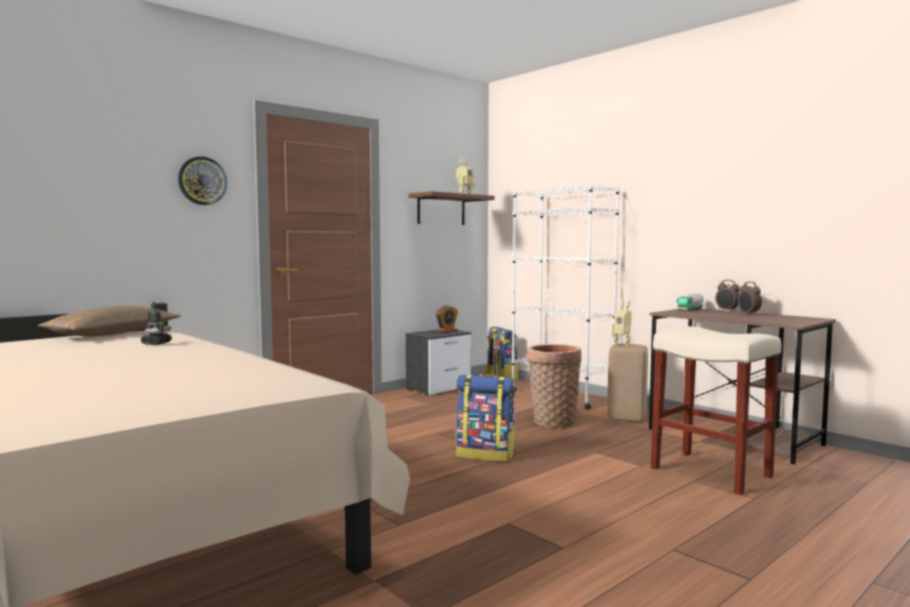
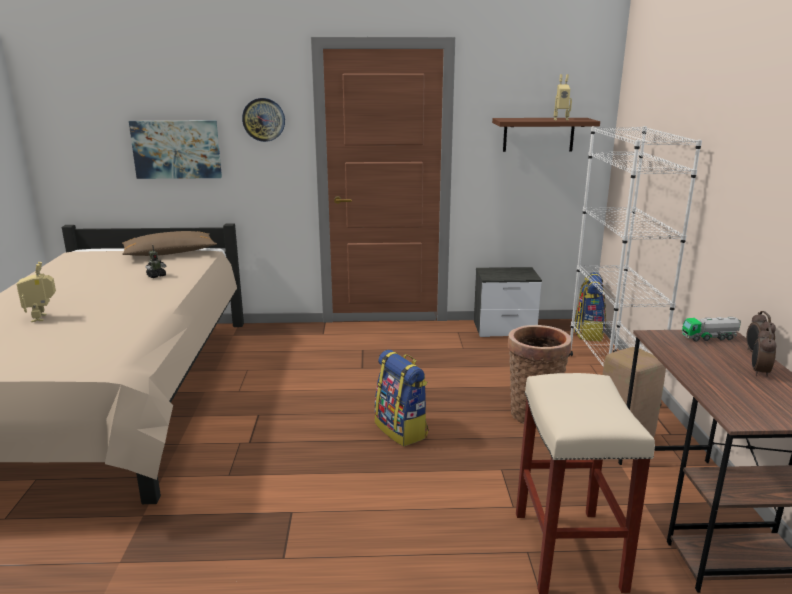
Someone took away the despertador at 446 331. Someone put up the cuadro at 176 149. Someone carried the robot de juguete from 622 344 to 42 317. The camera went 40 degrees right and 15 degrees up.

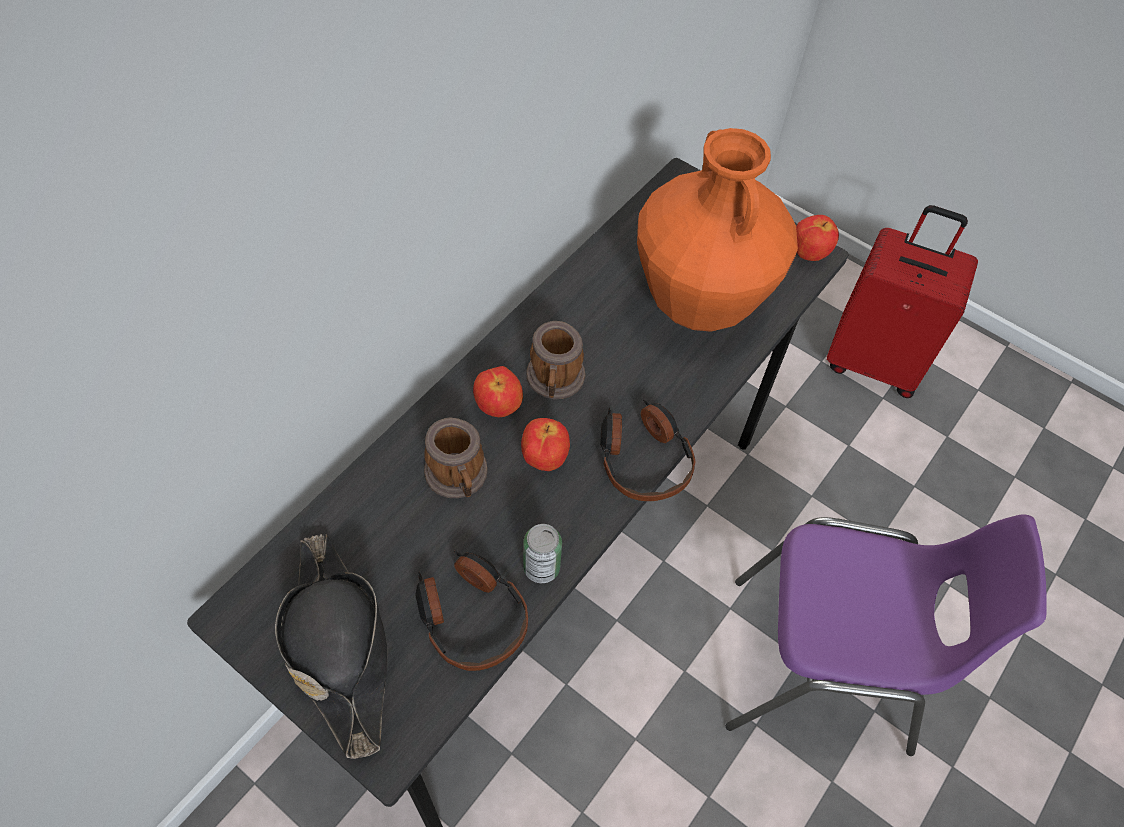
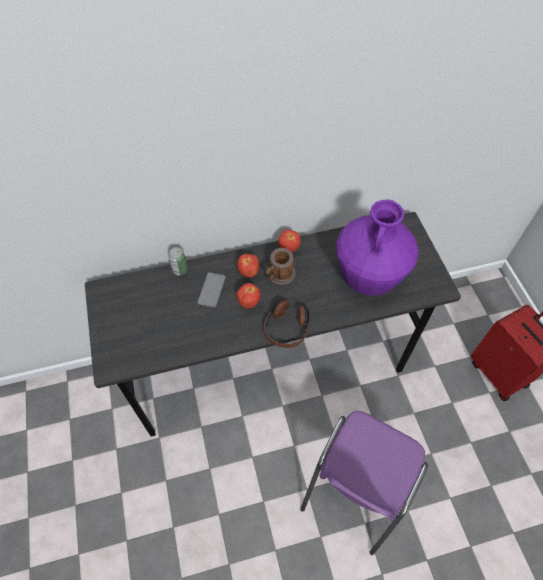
Someone took away the sombrero/negro at 339 644. Someone took away the auriculares at 470 615. Someone carried the lata from 541 567 to 180 270. Someone carried the manzana from 809 254 to 289 248. Someone swapped the taza grande at 459 478 for the móvil at 211 290. Someone repainted the florero/naranja at 700 304, which became the florero/morado at 368 279. Someone rotated the silla/morado at 822 668 by 75 degrees clockwise. The camera went 40 degrees right and 0 degrees up.

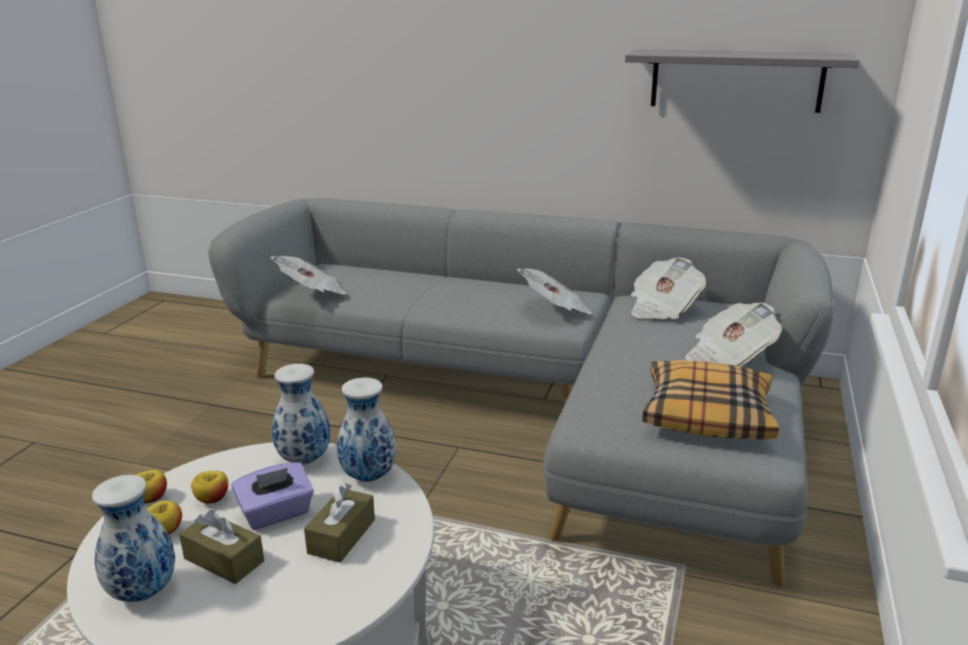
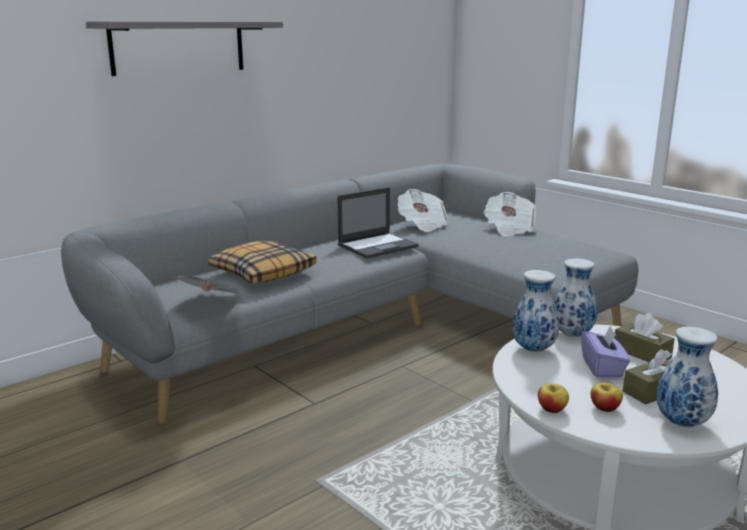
Someone took away the manzana at 212 499. Someone carried the estante/gris from 736 80 to 179 47. Someone carried the cojín from 707 414 to 262 273. Someone swapped the periódico at 554 309 for the portátil at 378 246. The camera went 60 degrees left and 5 degrees down.

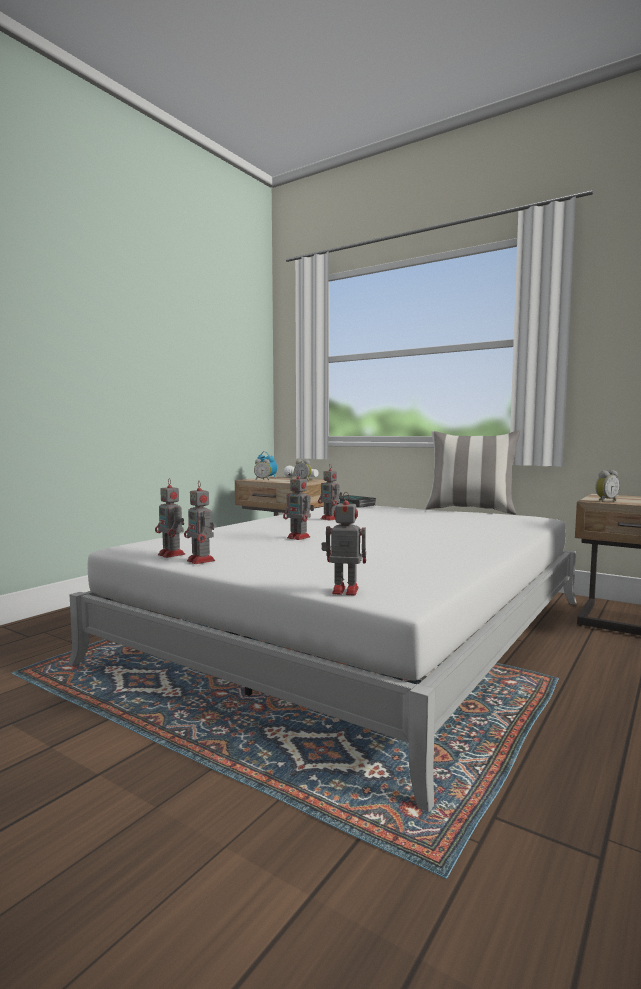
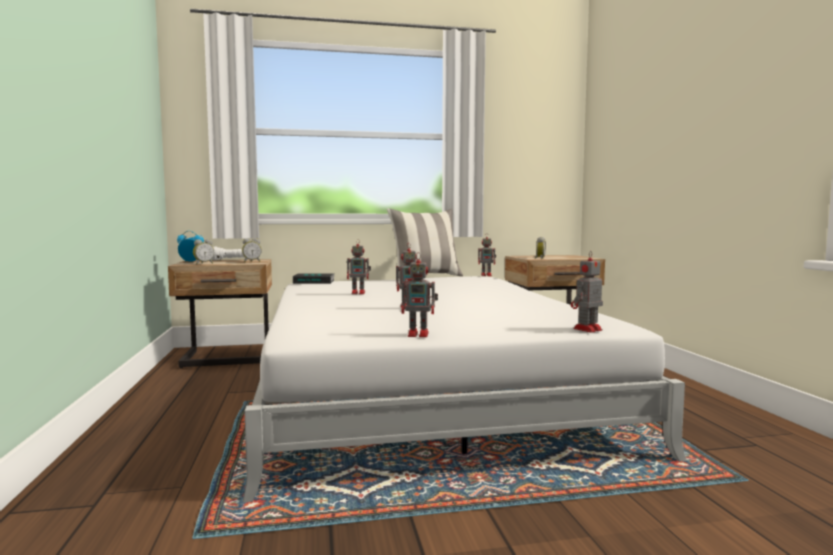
Someone carried the robot de juguete from 172 555 to 487 275. The camera went 45 degrees left and 0 degrees up.

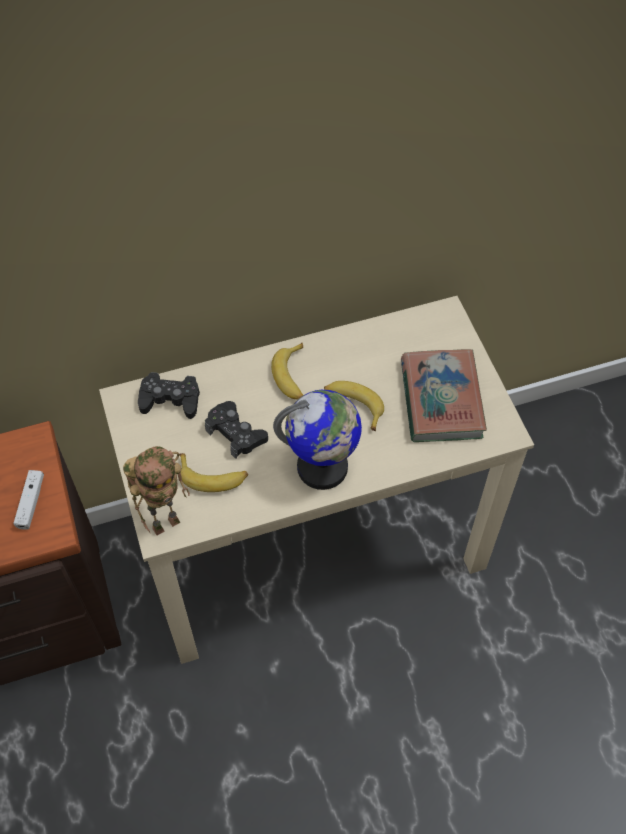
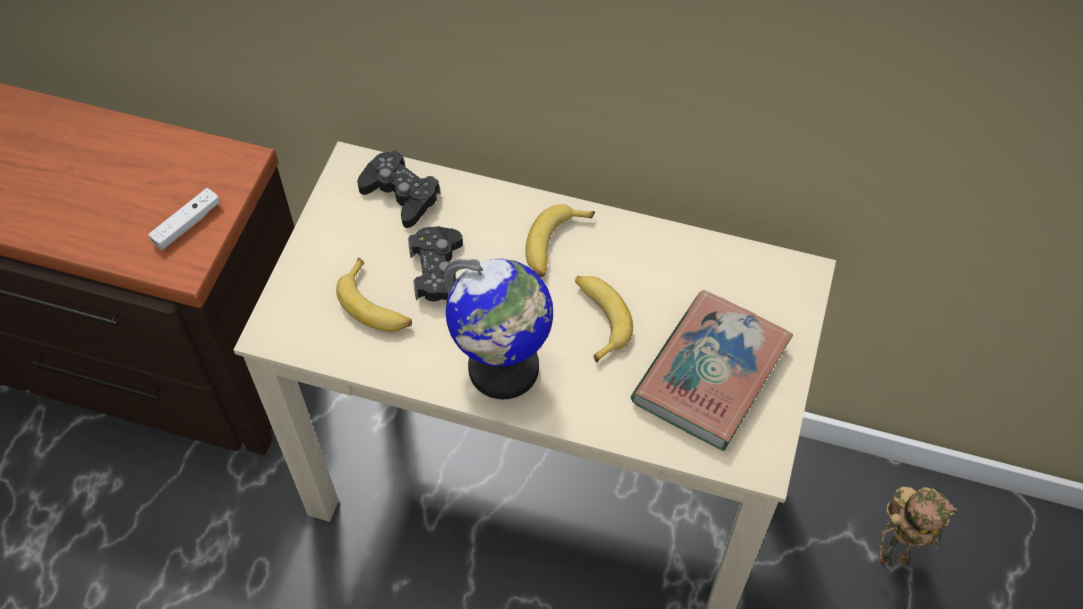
Someone carried the robot de juguete from 166 521 to 894 555. The camera went 35 degrees right and 0 degrees up.

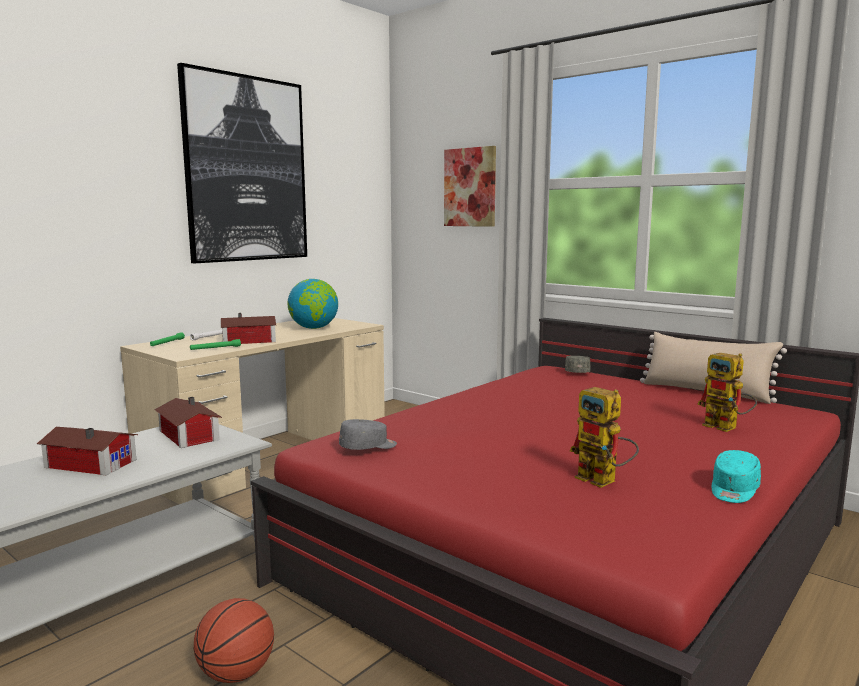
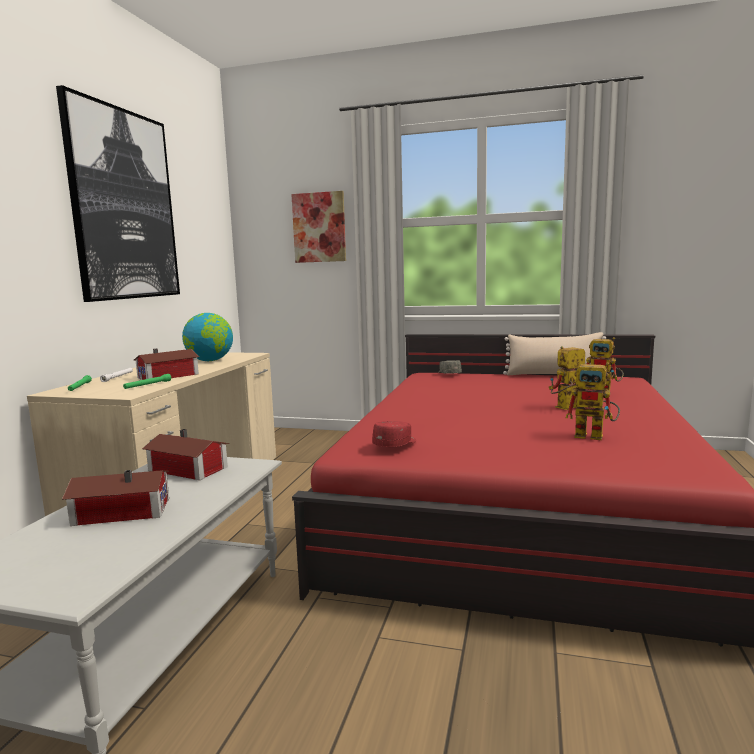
Someone took away the balón de baloncesto at 236 673. Someone took away the gorra/turquesa at 733 490. Someone put down the robot de juguete at 566 408. Someone repainted the gorra/gris at 368 447, which became the gorra/rojo at 395 444. The camera went 25 degrees left and 0 degrees up.

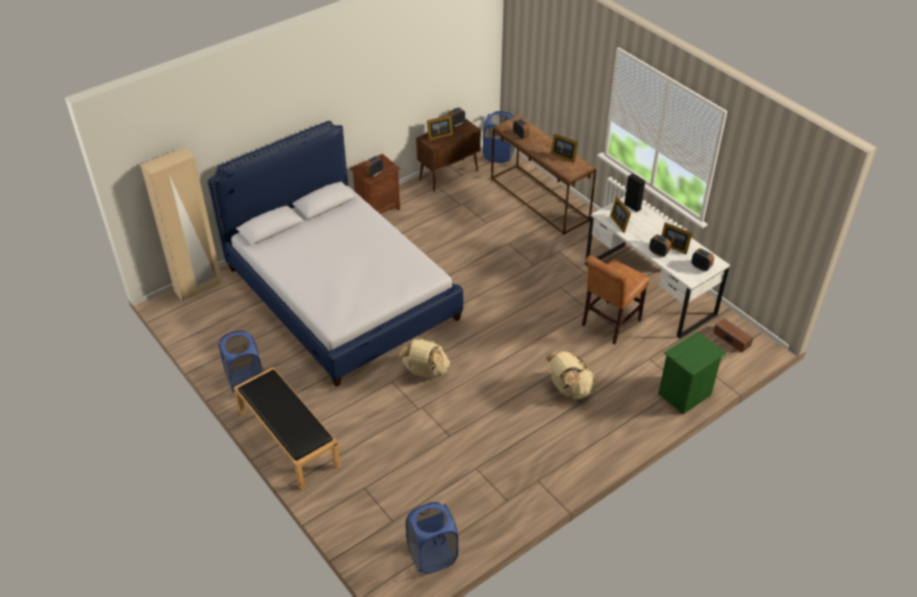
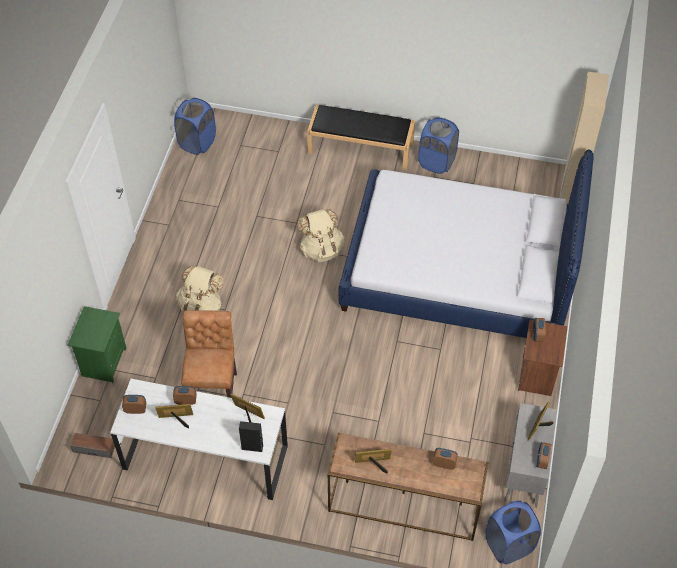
Someone repainted the armario/marrón at 449 175, which became the armario/gris at 524 472. The camera went 140 degrees right and 10 degrees up.

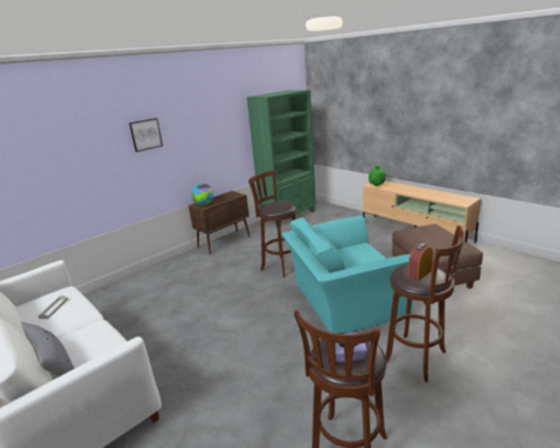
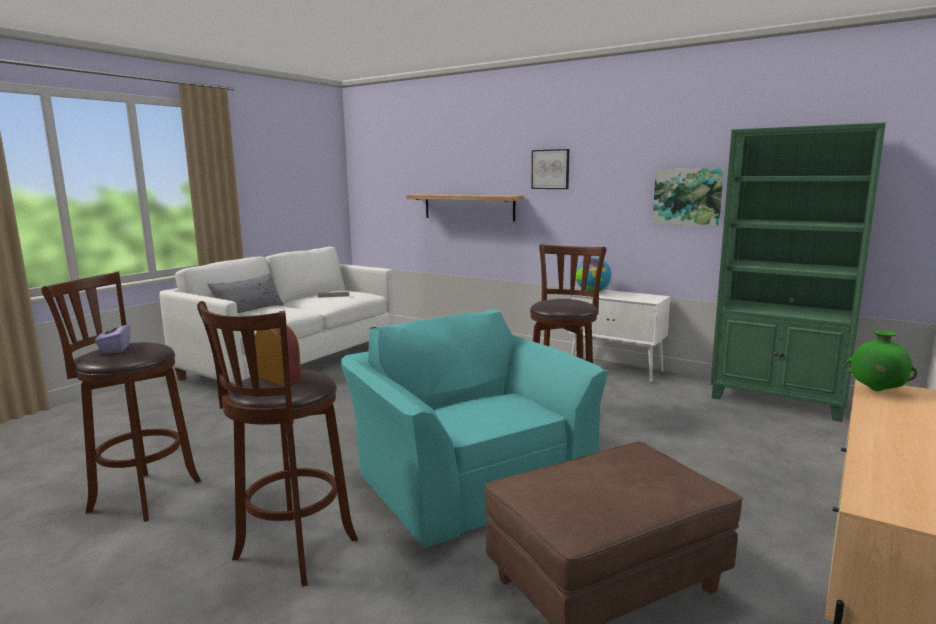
Someone put up the estante at 468 207. Someone put up the cuadro at 687 196. Someone repainted the armario/marrón at 224 242, which became the armario/blanco at 616 370. The camera went 75 degrees right and 10 degrees down.

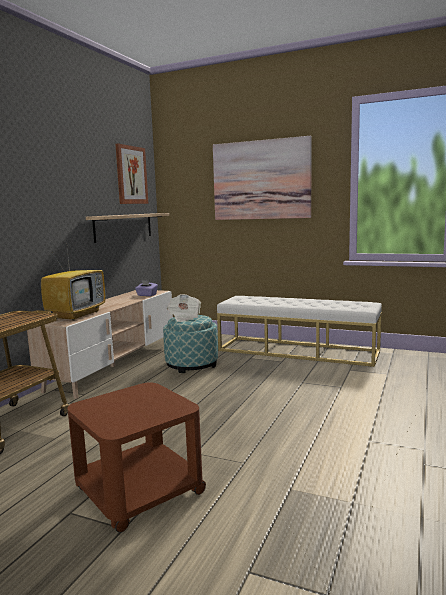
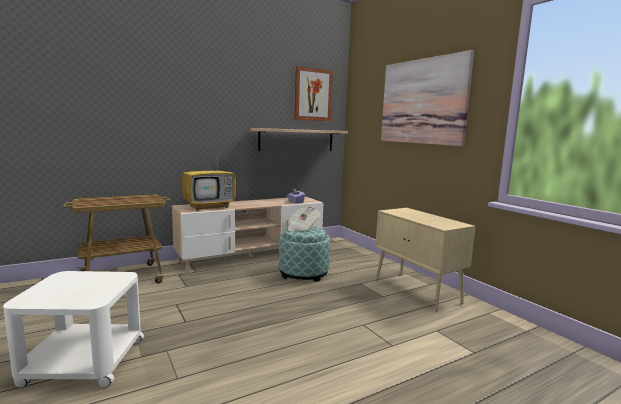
Someone swapped the banco/blanco at 298 351 for the armario/beis at 417 291. Someone repainted the mesa auxiliar/marrón at 138 491, which became the mesa auxiliar/blanco at 83 362. The camera went 35 degrees right and 0 degrees up.

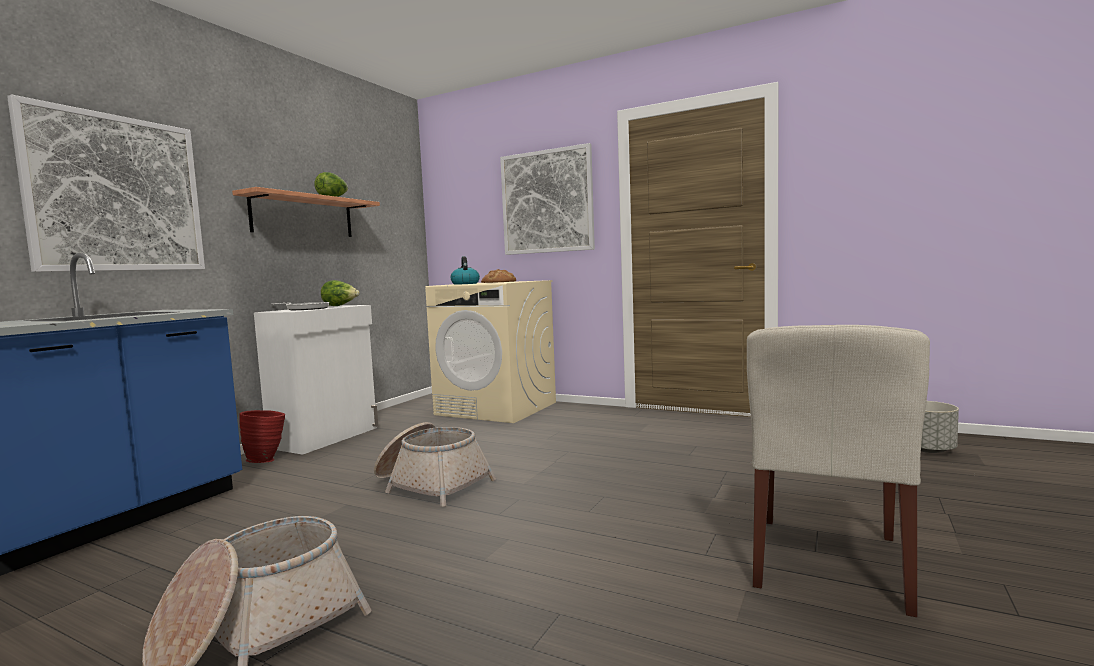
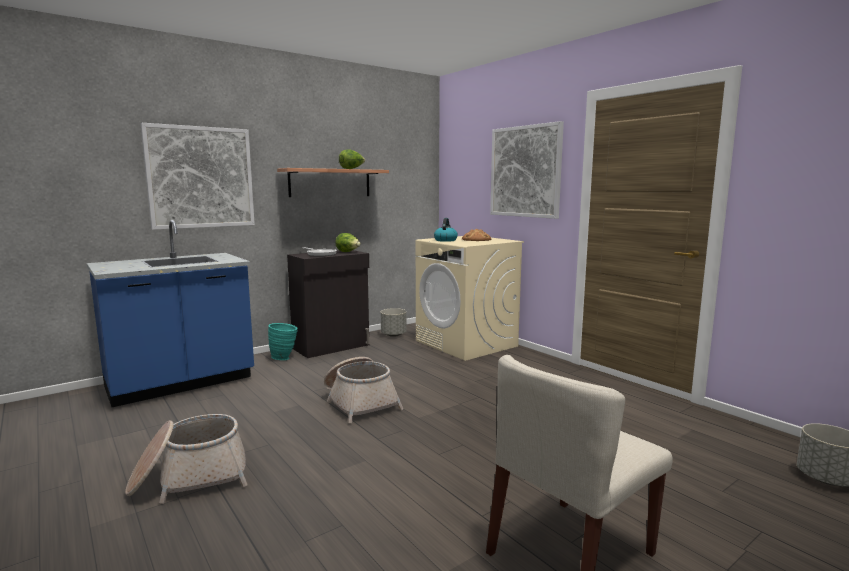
Someone put down the maceta/gris at 393 335. Someone repainted the florero/rojo at 267 460, which became the florero/turquesa at 284 358. Someone repainted the armario/blanco at 326 437, which became the armario/negro at 332 347. The camera went 25 degrees right and 5 degrees up.

